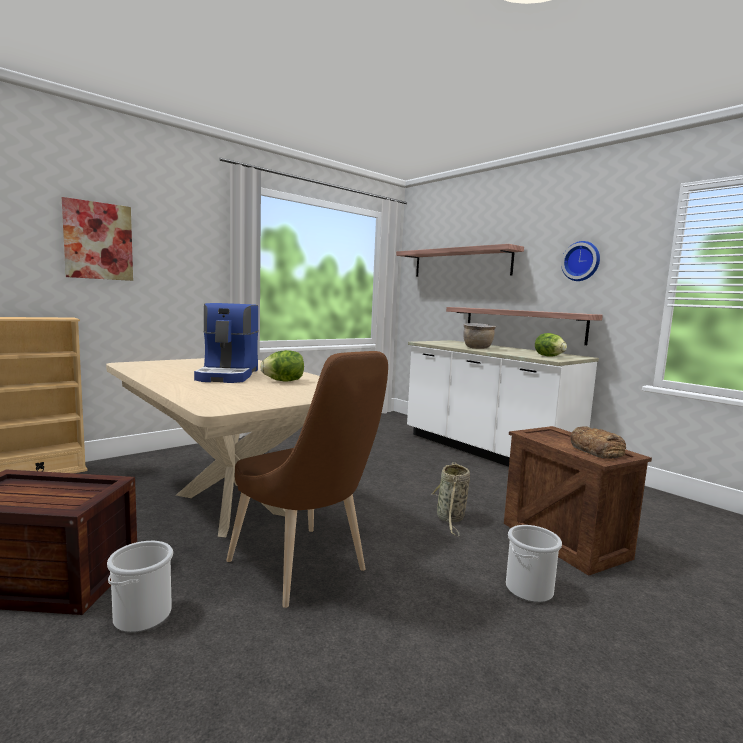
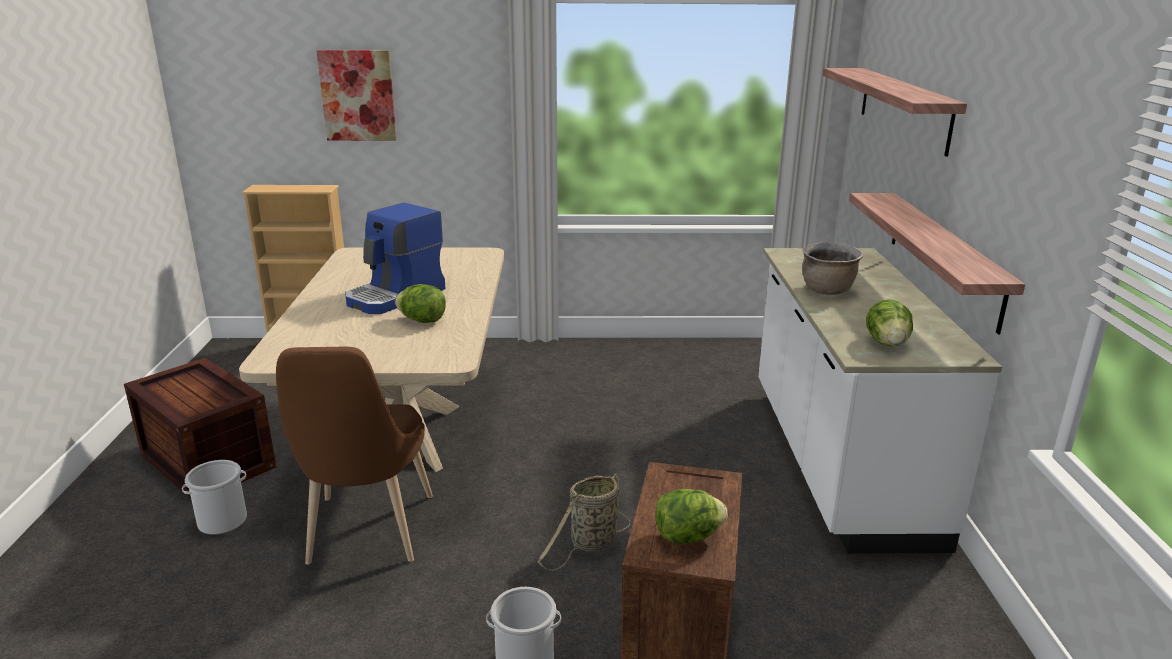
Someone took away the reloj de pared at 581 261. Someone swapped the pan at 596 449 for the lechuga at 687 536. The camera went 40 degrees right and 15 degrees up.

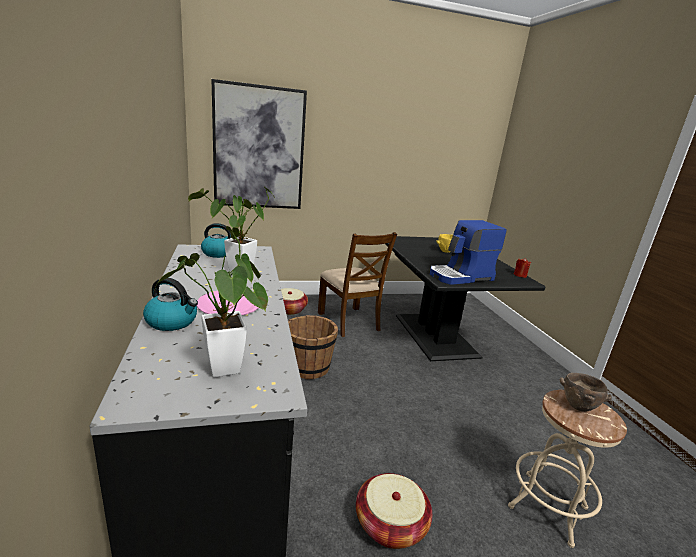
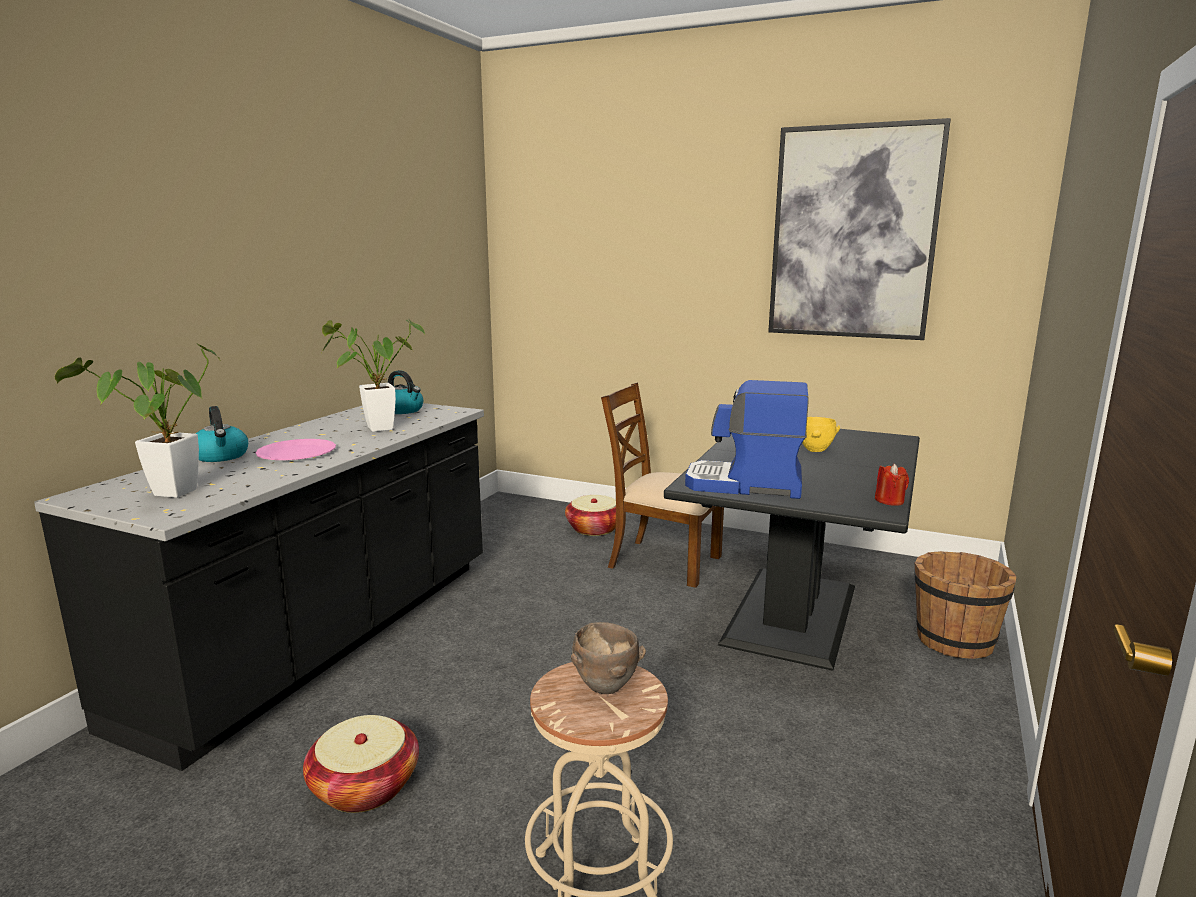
Someone carried the cuadro from 259 148 to 853 233. Someone carried the cubo/marrón from 308 367 to 954 641. Someone rotated the silla/marrón at 349 321 by 105 degrees clockwise. The camera went 40 degrees right and 5 degrees down.

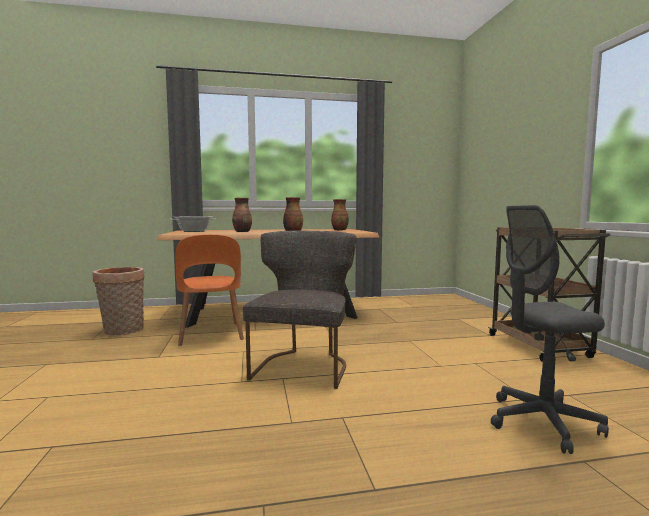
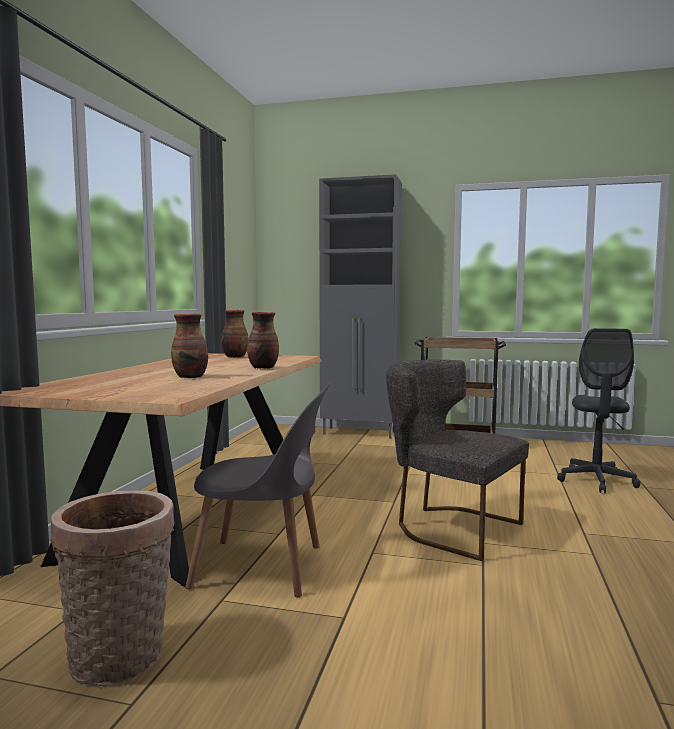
Someone took away the olla at 194 231. Someone put down the armario/gris at 360 433. Someone repainted the silla/naranja at 210 334, which became the silla/gris at 264 567. The camera went 65 degrees left and 0 degrees up.

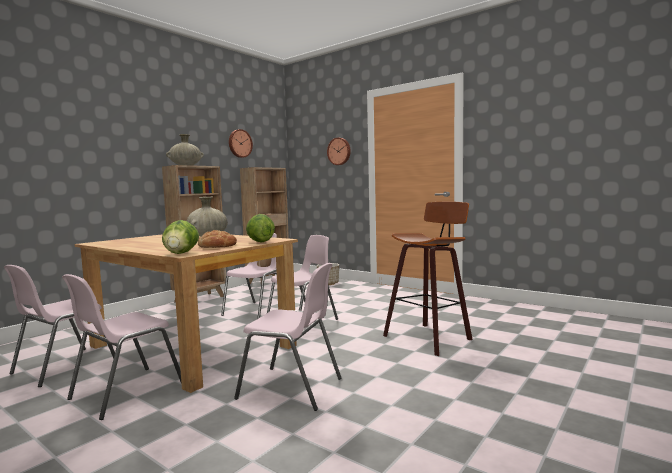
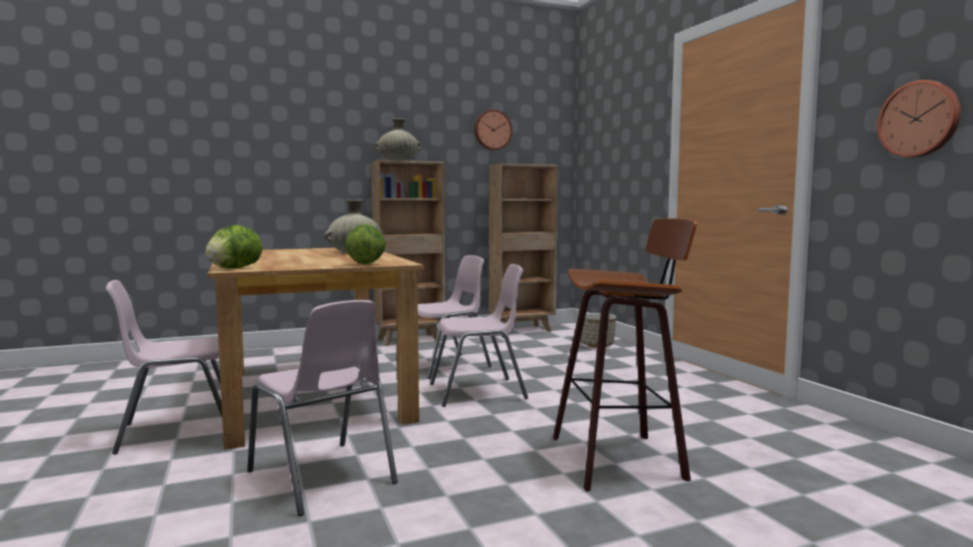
Someone took away the silla/rosa at 63 367. Someone took away the pan at 217 246. Someone carried the reloj de pared from 339 151 to 919 119. The camera went 30 degrees right and 0 degrees up.

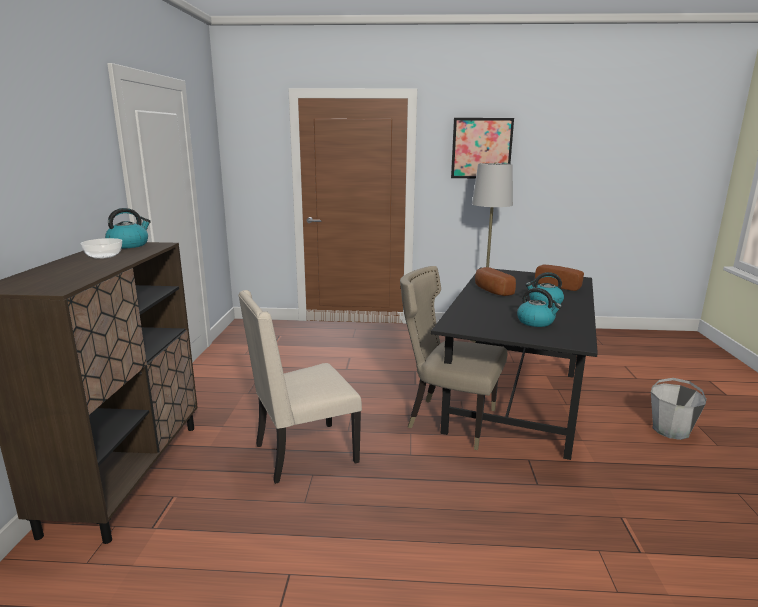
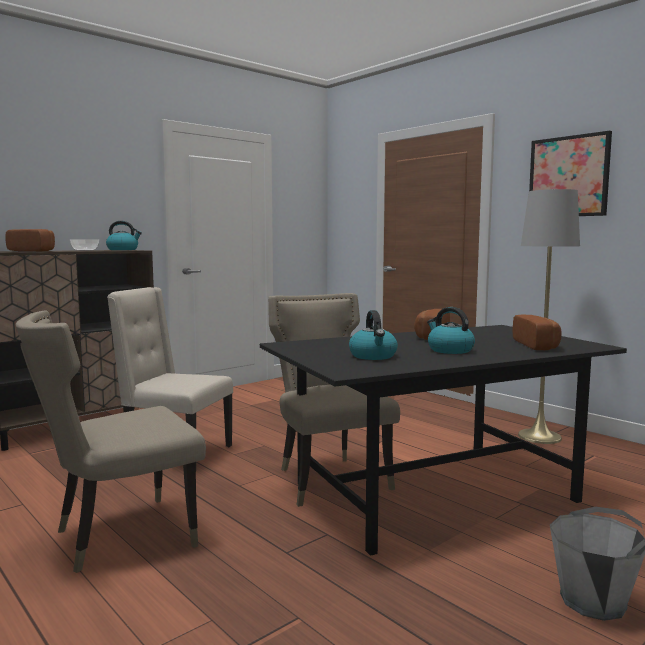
Someone put down the pan at 34 251. Someone put down the silla/beis at 119 536. The camera went 45 degrees right and 10 degrees down.

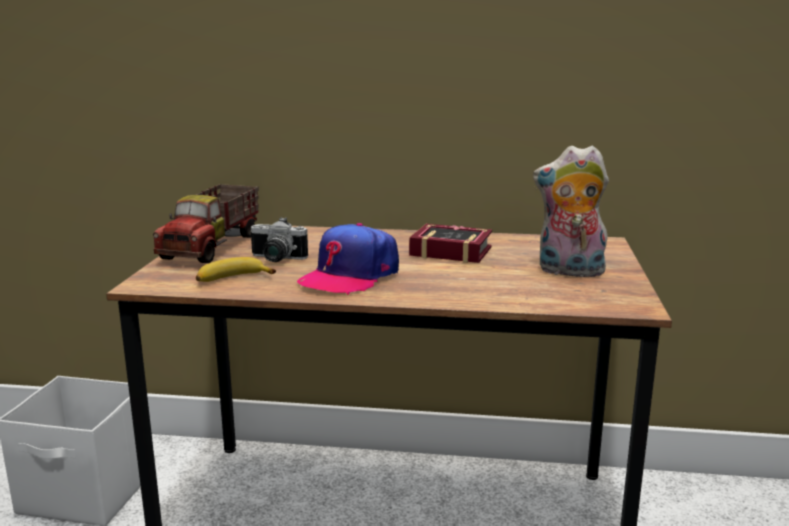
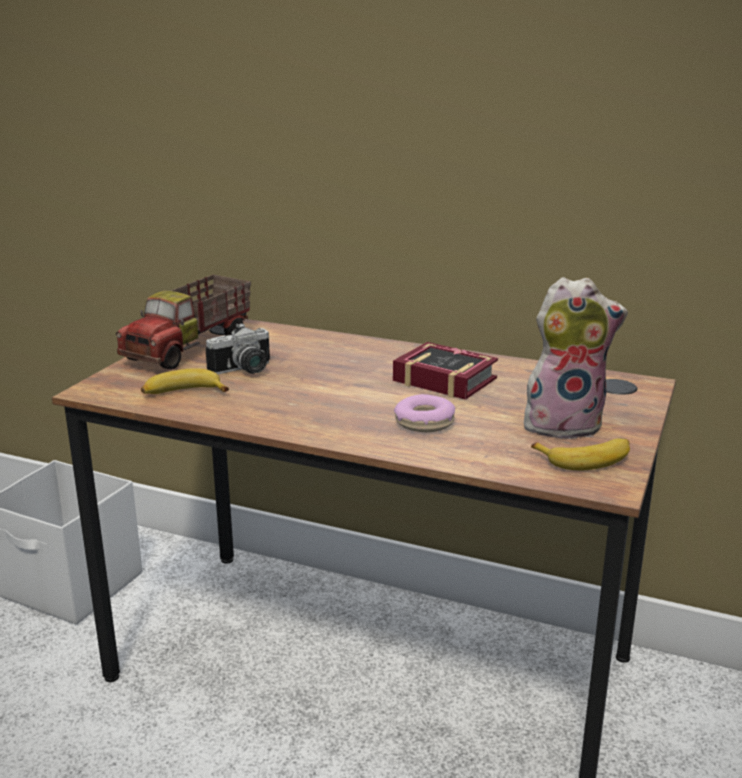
Someone took away the gorra at 350 276. Someone put down the rosquilla at 424 423. Someone put down the plátano at 586 459. Someone rotated the cámara at 275 259 by 60 degrees counterclockwise. Someone rotated the peluche at 569 272 by 150 degrees clockwise. The camera went 15 degrees right and 5 degrees up.

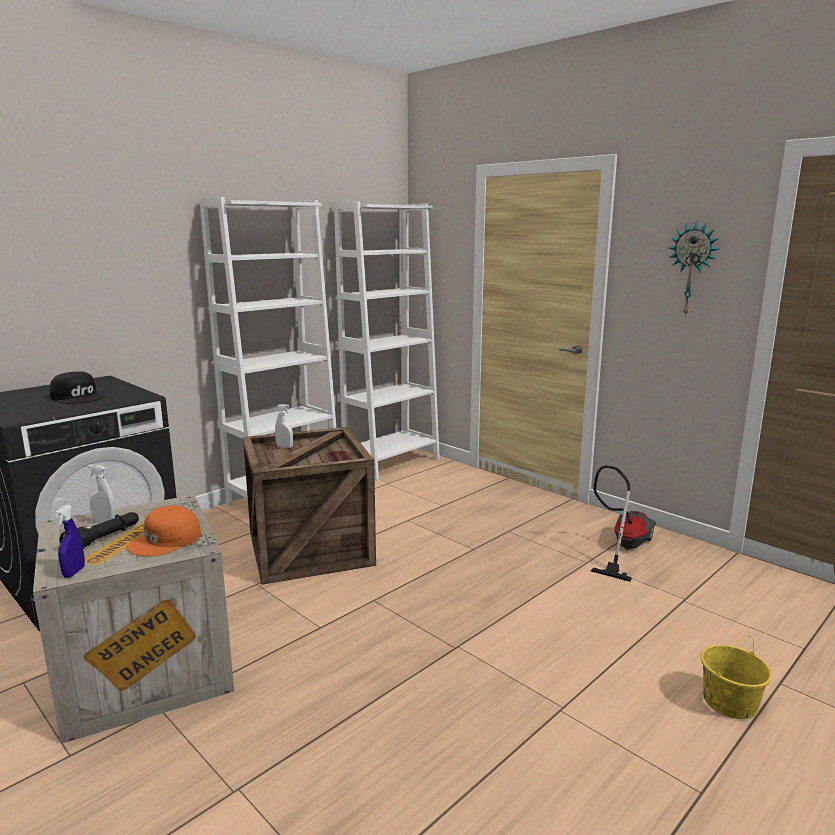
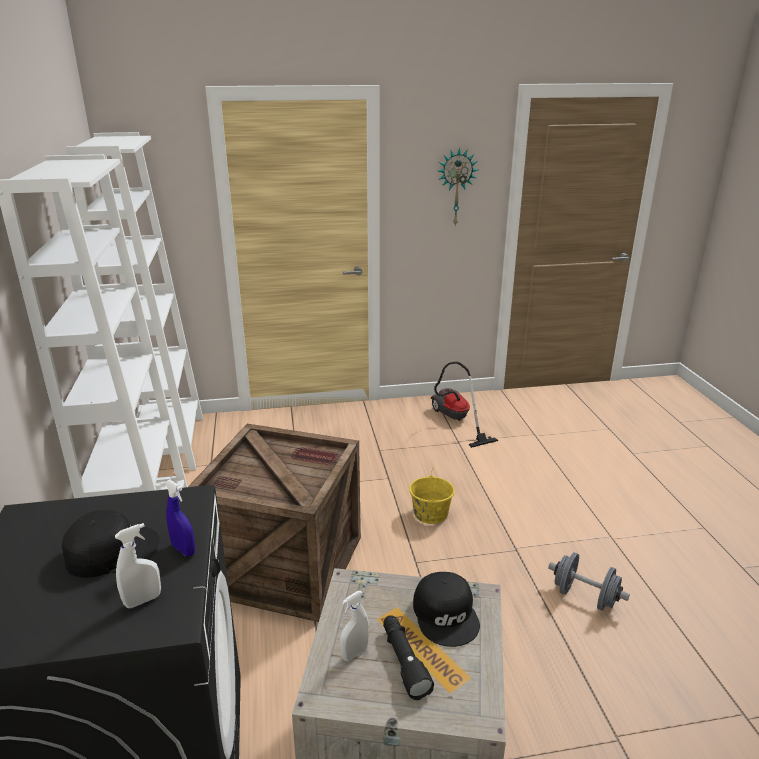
Someone put down the mancuerna/gris at 584 597. Someone carried the pulverizador/azul from 74 572 to 183 549. Someone carried the pulverizador/blanco from 284 447 to 143 600. Someone carried the cubo/amarillo from 730 702 to 430 513. Someone repainted the gorra/naranja at 166 541, which became the gorra/negro at 446 614. The camera went 55 degrees left and 10 degrees up.

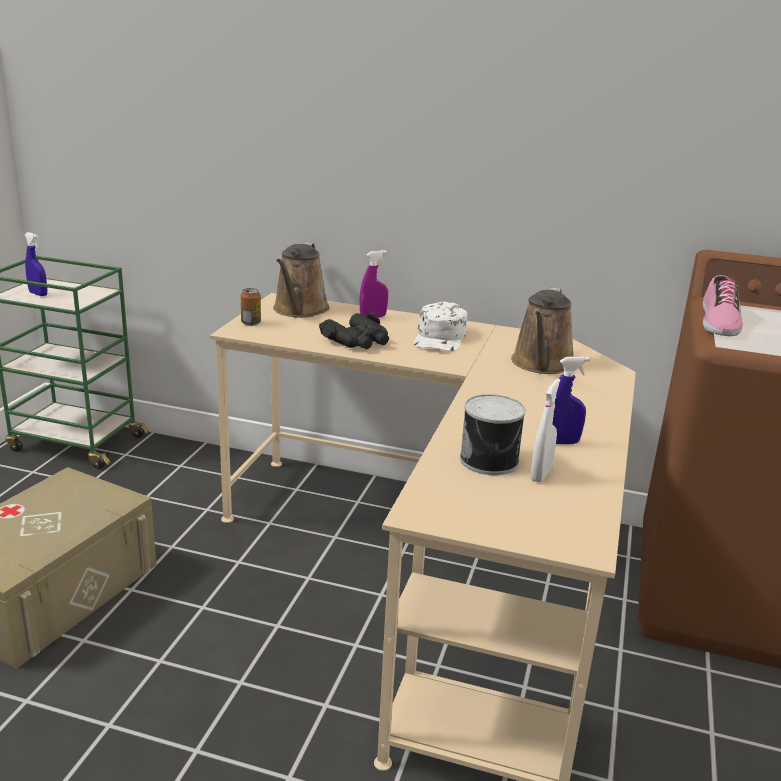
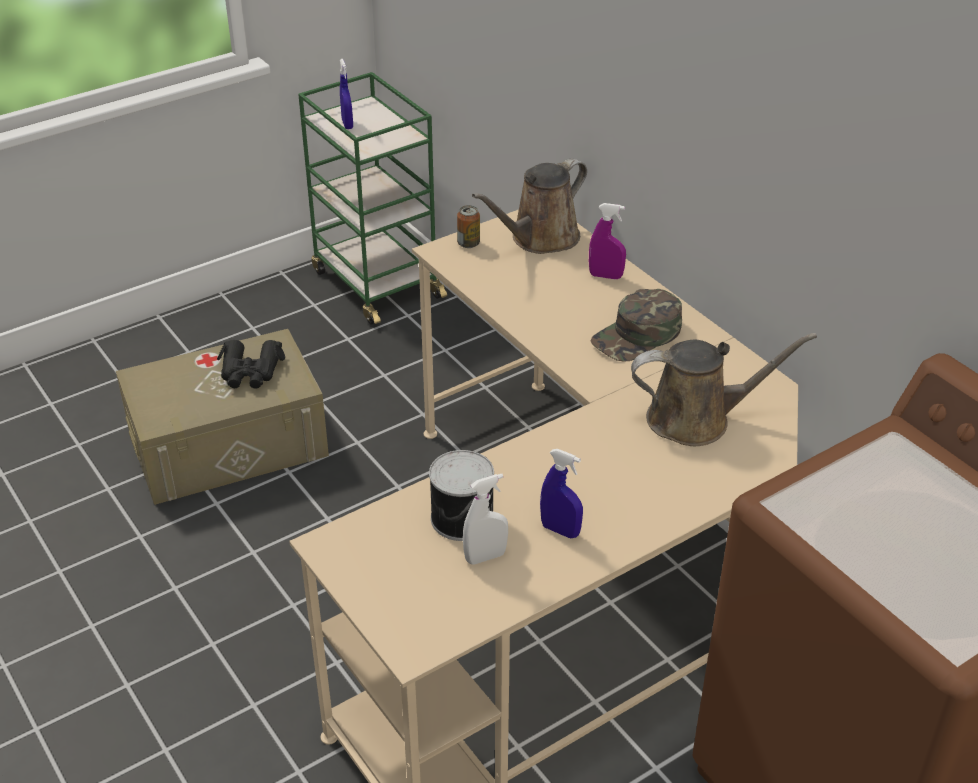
Someone took away the zapato at 717 321. Someone carried the prismáticos/negro from 358 341 to 250 372. Someone repainted the gorra/blanco at 440 338, which became the gorra/verde at 637 335. Someone rotated the regadera/marrón at 542 364 by 150 degrees counterclockwise. The camera went 40 degrees right and 15 degrees up.

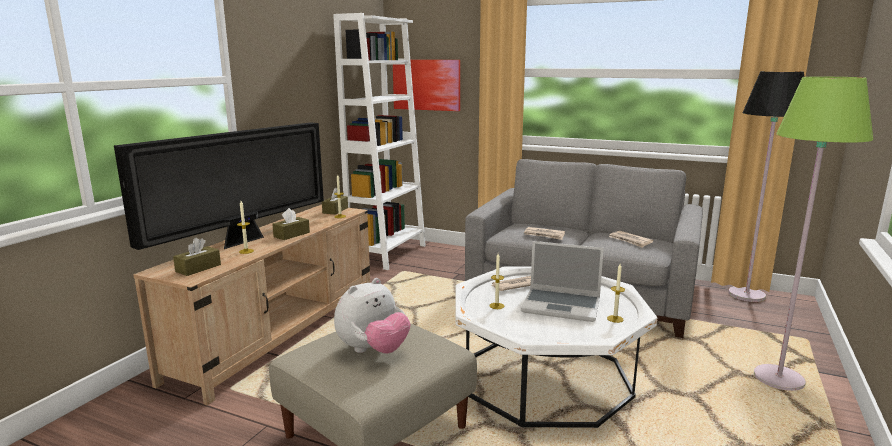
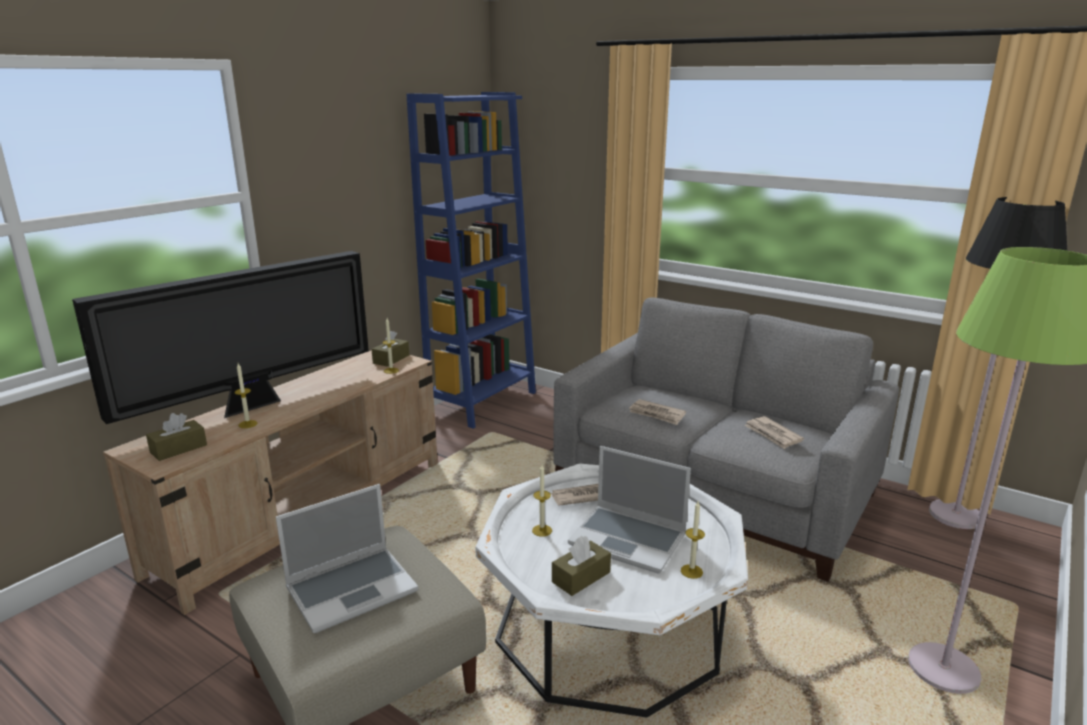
Someone took away the cuadro at 426 85. Someone carried the caja de pañuelos/marrón from 291 234 to 581 577. Someone swapped the peluche at 373 350 for the portátil at 353 589. Someone repainted the estantería/blanco at 388 254, which became the estantería/azul at 482 402. The camera went 10 degrees right and 5 degrees up.

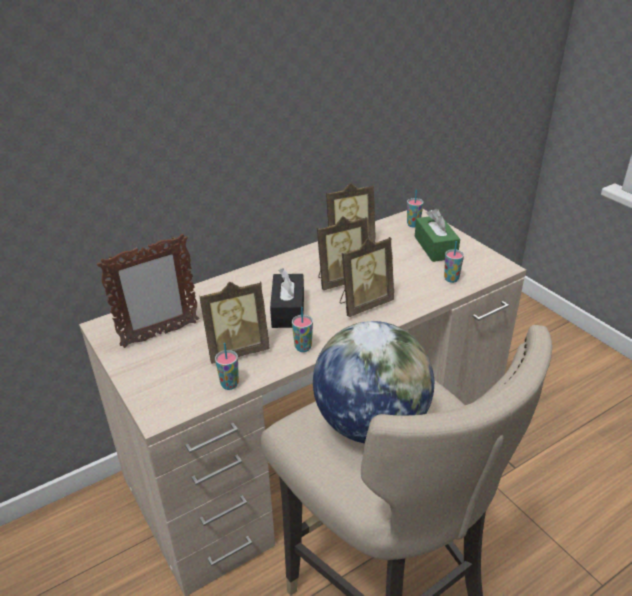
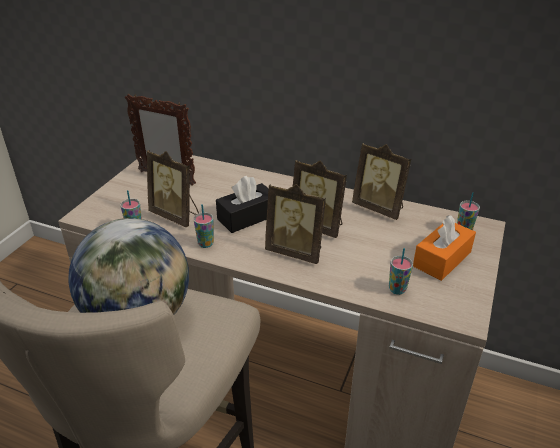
Someone repainted the caja de pañuelos/verde at 435 247, which became the caja de pañuelos/naranja at 442 259. The camera went 55 degrees right and 0 degrees up.

